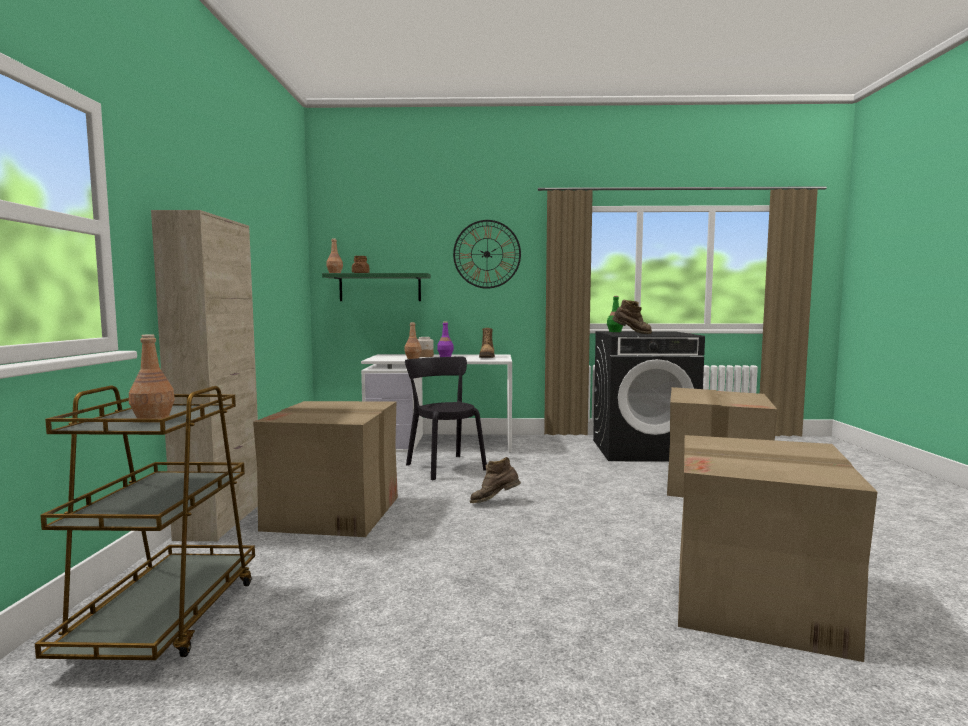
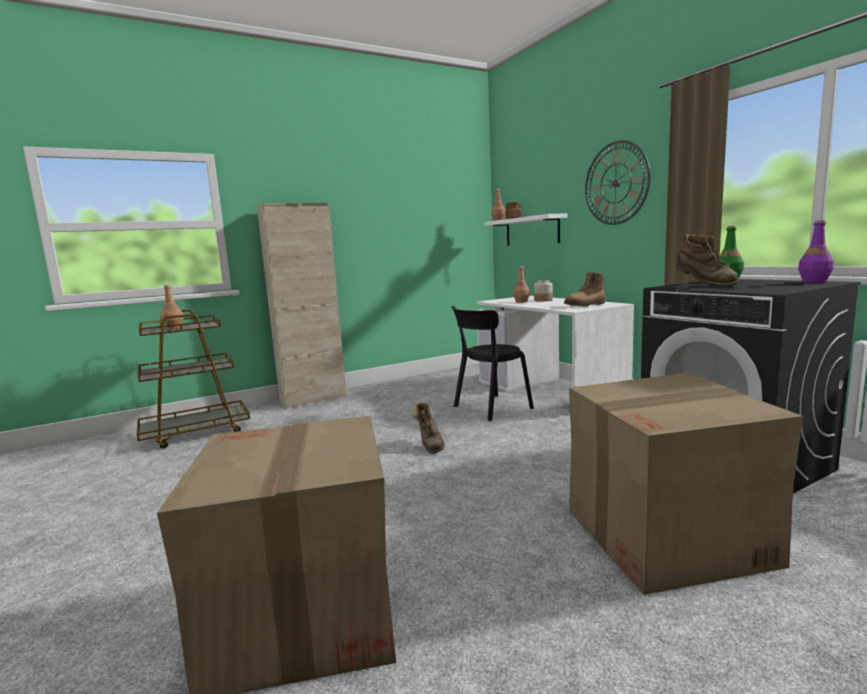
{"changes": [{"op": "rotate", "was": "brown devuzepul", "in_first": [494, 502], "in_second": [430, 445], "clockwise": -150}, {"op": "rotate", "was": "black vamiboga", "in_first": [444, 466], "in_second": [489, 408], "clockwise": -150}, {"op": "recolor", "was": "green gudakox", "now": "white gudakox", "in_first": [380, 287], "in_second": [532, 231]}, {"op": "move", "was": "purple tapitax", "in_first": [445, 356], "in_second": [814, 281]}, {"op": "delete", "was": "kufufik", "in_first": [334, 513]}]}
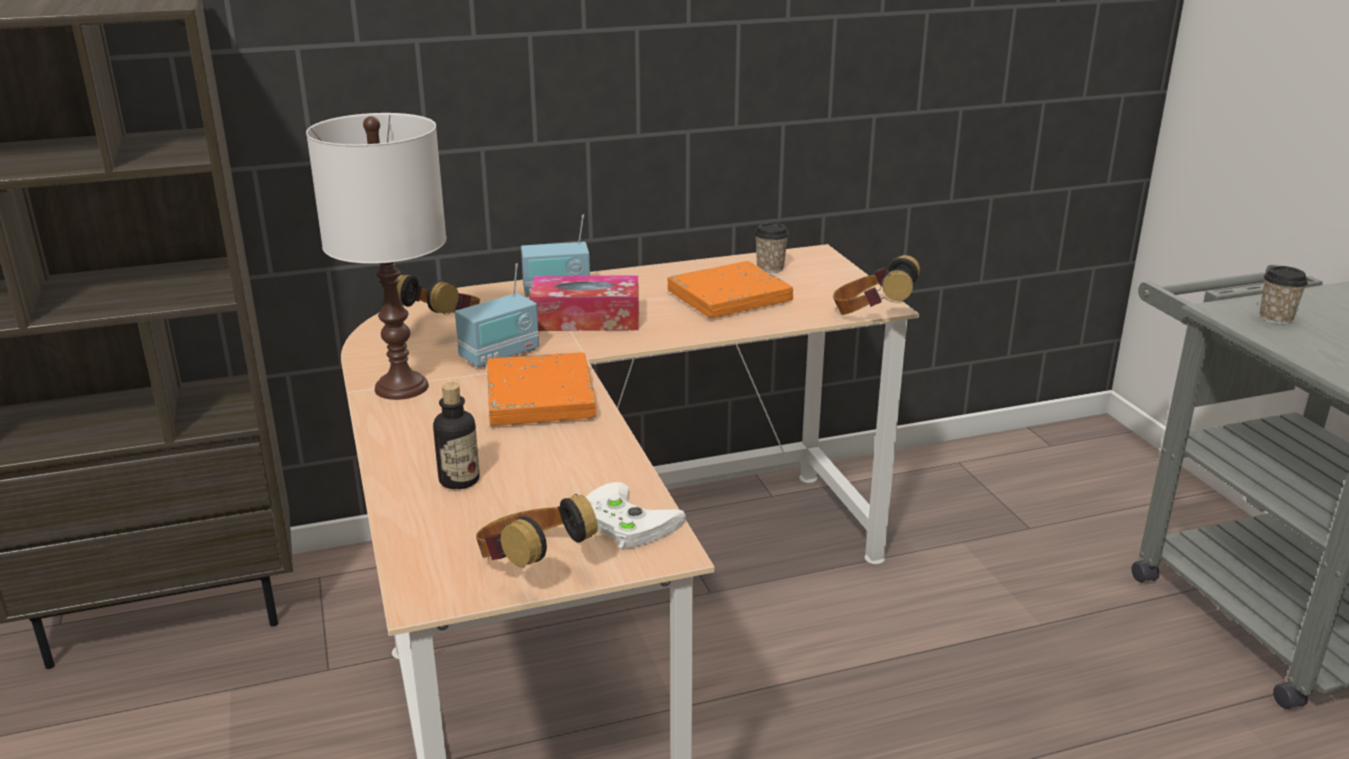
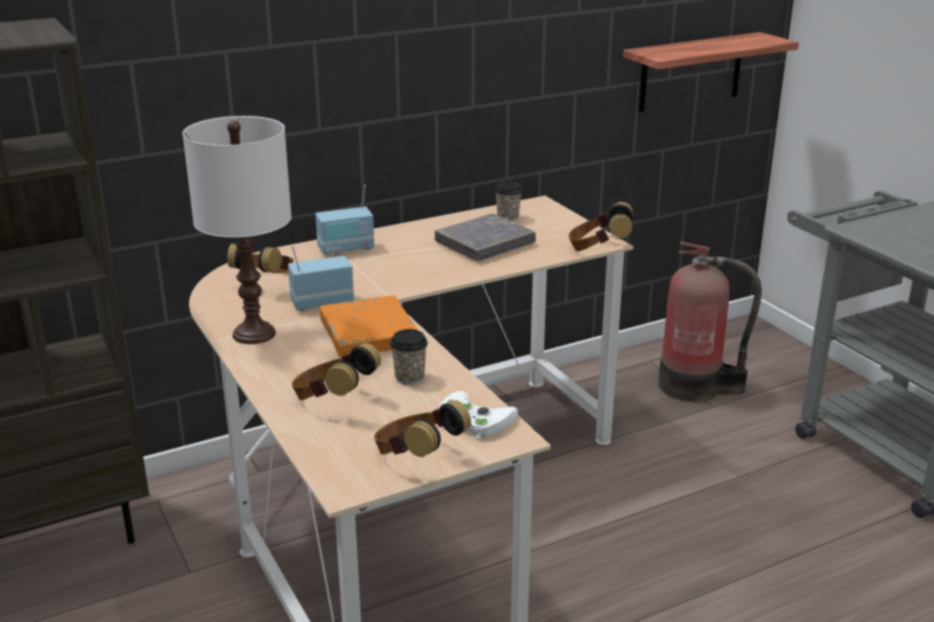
{"changes": [{"op": "rotate", "was": "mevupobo", "in_first": [500, 355], "in_second": [322, 302], "clockwise": -150}, {"op": "replace", "was": "tapitax", "now": "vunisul", "in_first": [459, 480], "in_second": [333, 401]}, {"op": "move", "was": "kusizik", "in_first": [1275, 318], "in_second": [409, 377]}, {"op": "recolor", "was": "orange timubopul", "now": "grey timubopul", "in_first": [729, 297], "in_second": [485, 243]}, {"op": "insert", "now": "gudakox", "in_second": [691, 72]}, {"op": "insert", "now": "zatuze", "in_second": [695, 386]}, {"op": "delete", "was": "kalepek", "in_first": [586, 319]}]}
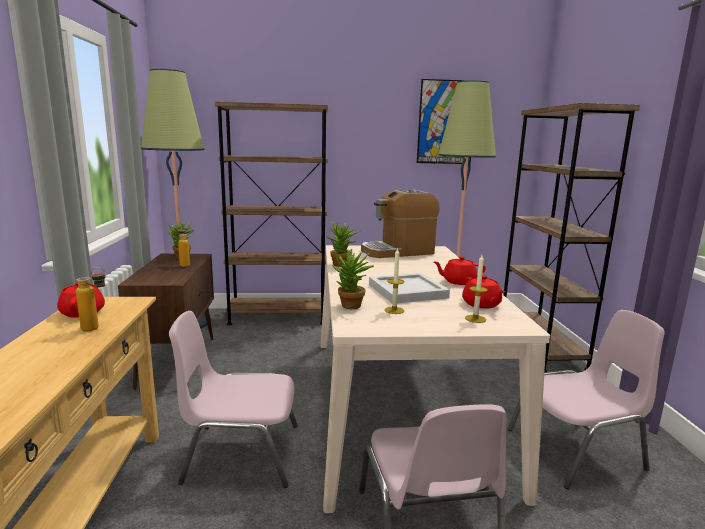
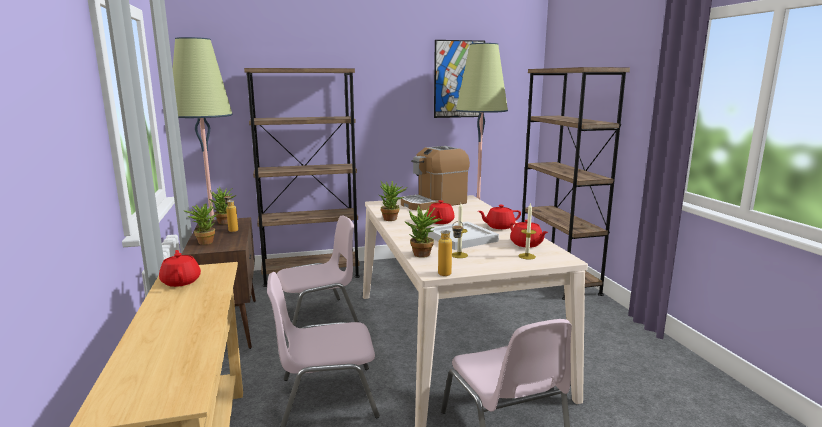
{"changes": [{"op": "insert", "now": "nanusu", "in_second": [204, 241]}, {"op": "move", "was": "pink vamiboga", "in_first": [577, 450], "in_second": [318, 316]}, {"op": "insert", "now": "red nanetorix", "in_second": [440, 222]}, {"op": "move", "was": "tapitax", "in_first": [96, 328], "in_second": [450, 273]}]}
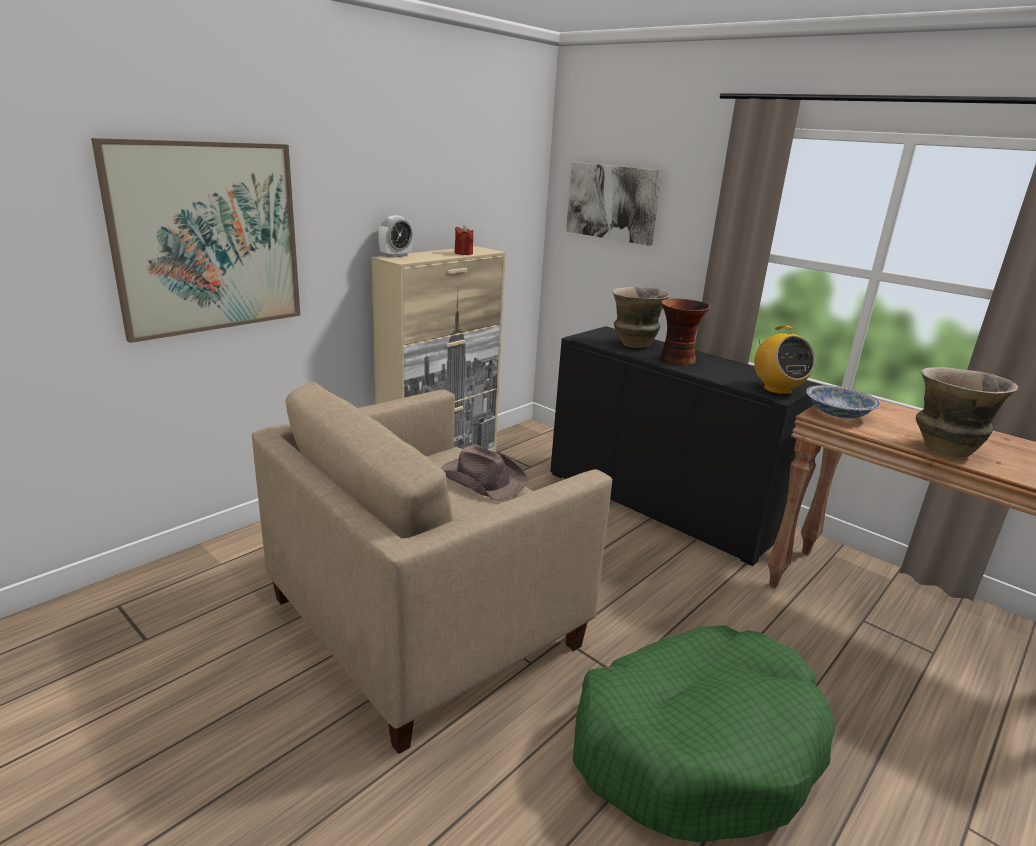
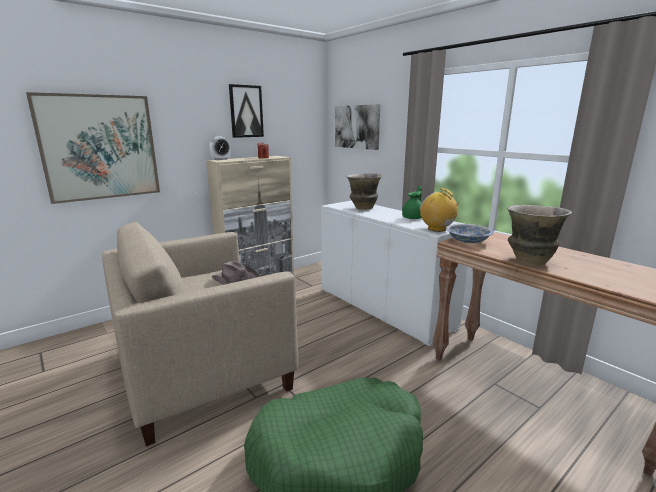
{"changes": [{"op": "insert", "now": "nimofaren", "in_second": [246, 111]}, {"op": "recolor", "was": "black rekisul", "now": "white rekisul", "in_first": [660, 504], "in_second": [383, 308]}, {"op": "insert", "now": "green nanetorix", "in_second": [414, 218]}, {"op": "rotate", "was": "mevupobo", "in_first": [777, 389], "in_second": [437, 229], "clockwise": 150}, {"op": "delete", "was": "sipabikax", "in_first": [676, 360]}]}
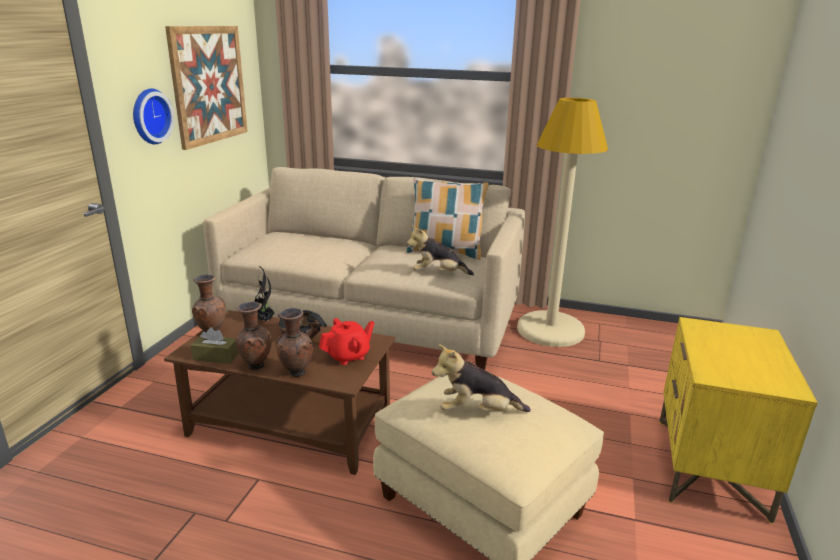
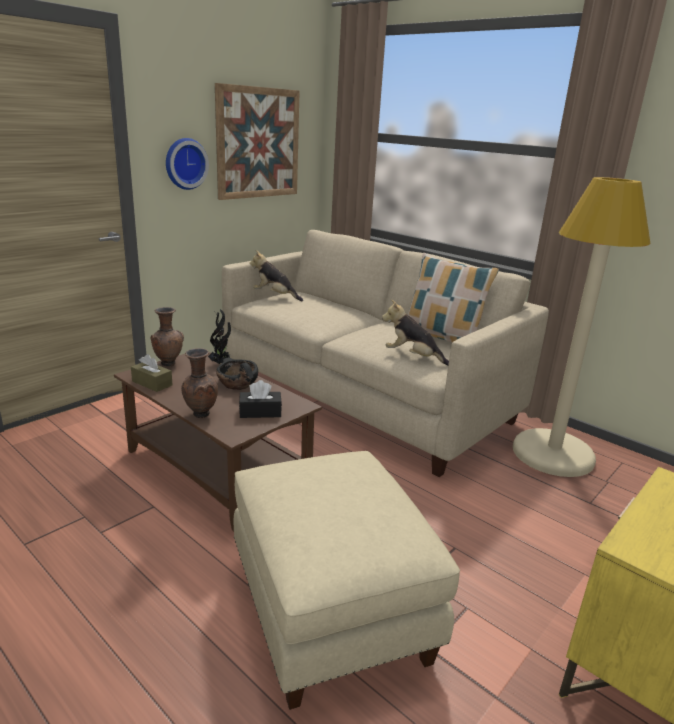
{"changes": [{"op": "replace", "was": "red nanetorix", "now": "black kalepek", "in_first": [348, 356], "in_second": [260, 412]}, {"op": "move", "was": "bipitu", "in_first": [477, 412], "in_second": [275, 296]}, {"op": "delete", "was": "brown sipabikax", "in_first": [255, 365]}]}
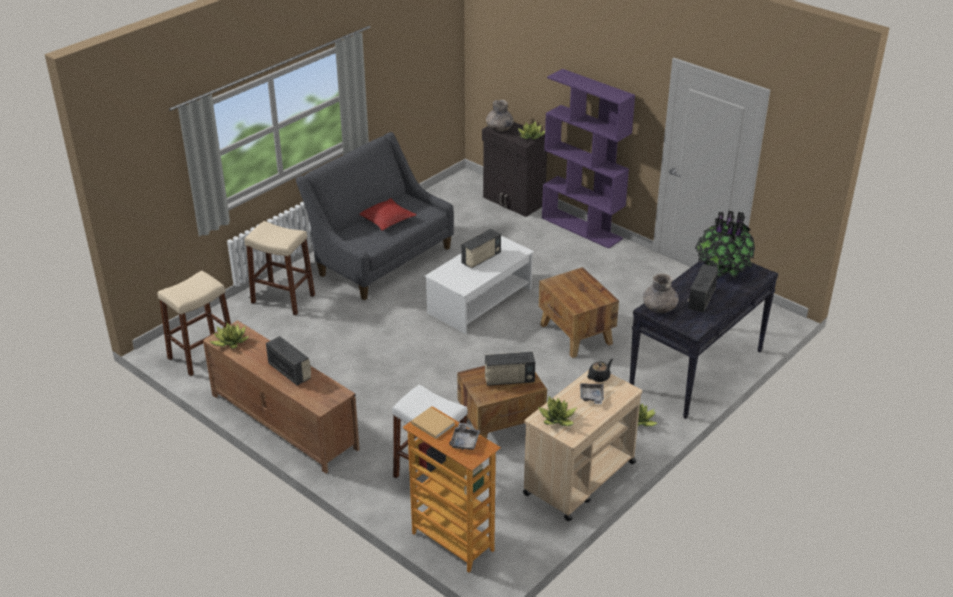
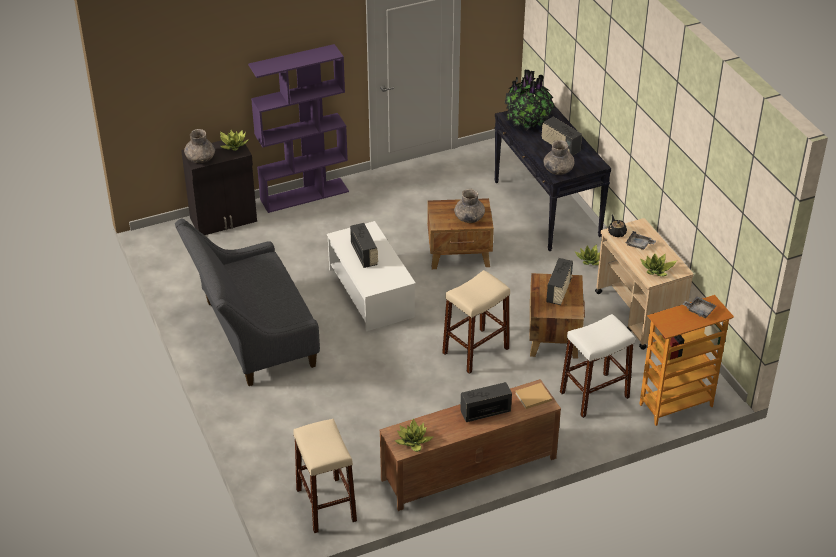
{"changes": [{"op": "move", "was": "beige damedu", "in_first": [283, 299], "in_second": [475, 351]}, {"op": "insert", "now": "grey sipabikax", "in_second": [469, 218]}, {"op": "move", "was": "beige timubopul", "in_first": [432, 423], "in_second": [532, 397]}, {"op": "delete", "was": "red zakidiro", "in_first": [386, 219]}]}
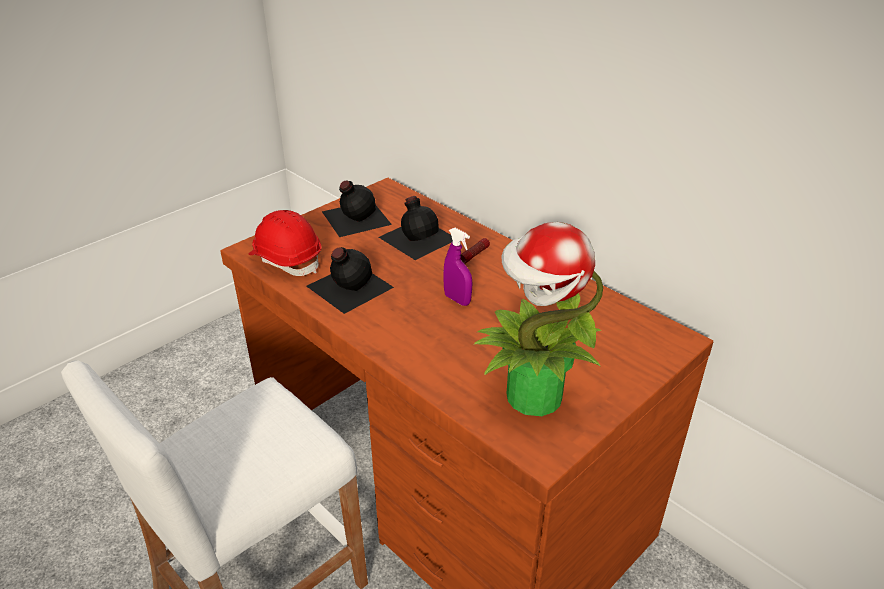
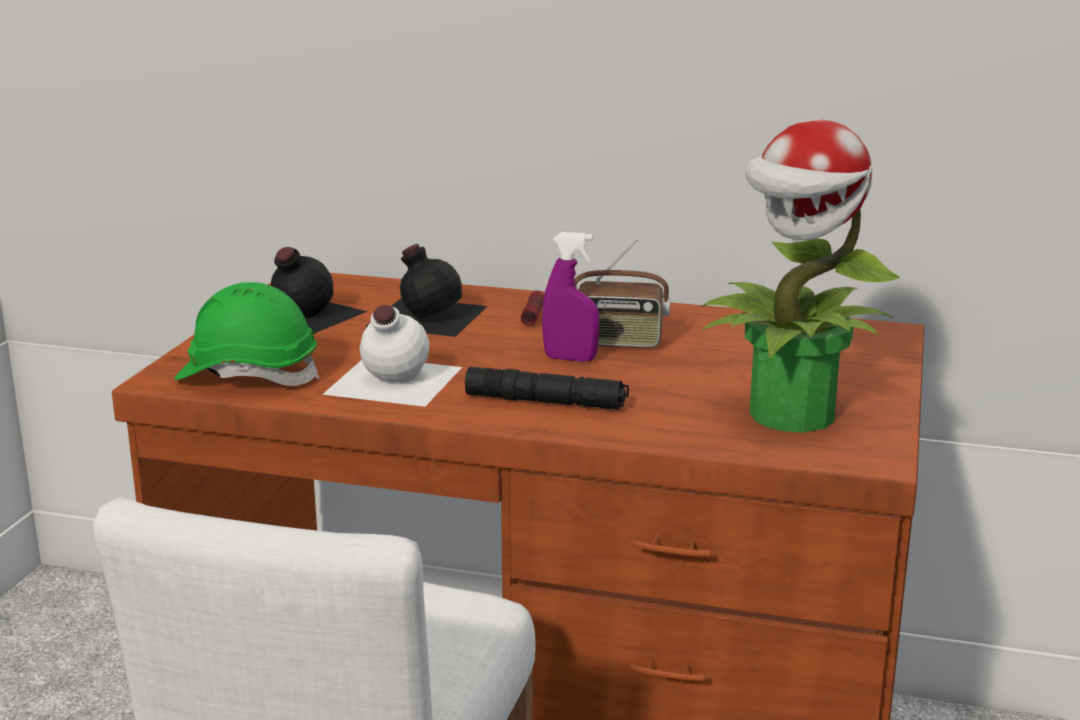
{"changes": [{"op": "recolor", "was": "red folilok", "now": "green folilok", "in_first": [286, 259], "in_second": [248, 376]}, {"op": "recolor", "was": "black tapitax", "now": "white tapitax", "in_first": [348, 286], "in_second": [391, 380]}, {"op": "insert", "now": "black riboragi", "in_second": [546, 402]}, {"op": "insert", "now": "mevupobo", "in_second": [618, 342]}]}
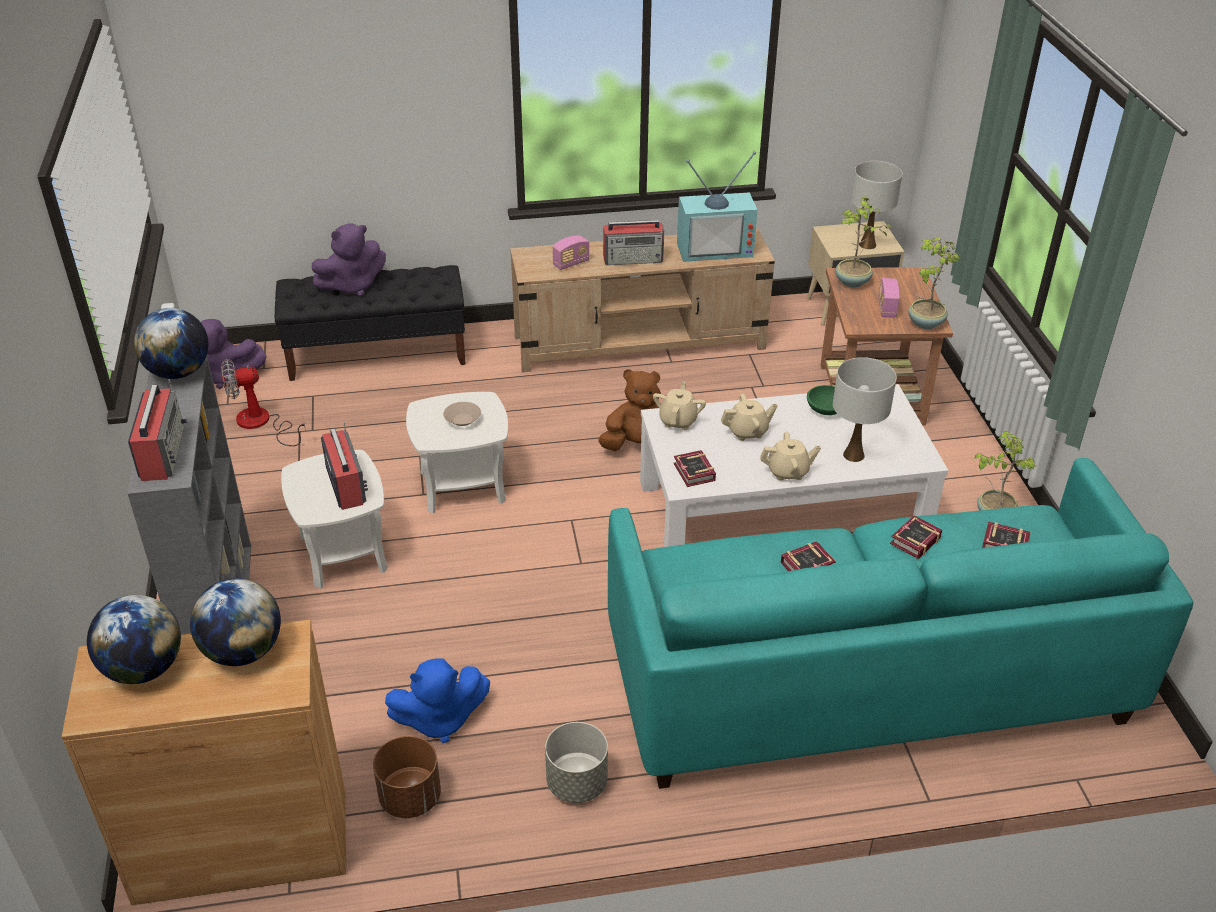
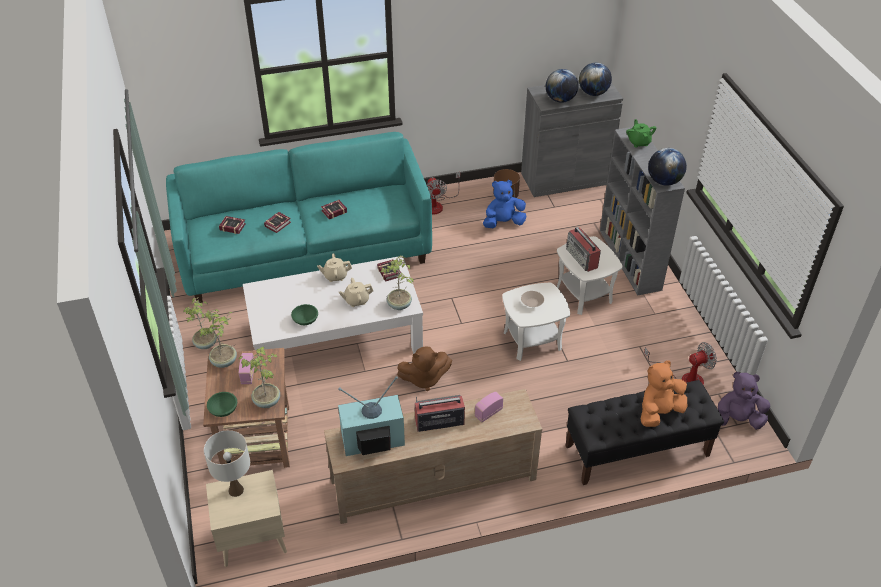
{"changes": [{"op": "insert", "now": "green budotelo", "in_second": [223, 409]}, {"op": "replace", "was": "beige nanetorix", "now": "nanusu", "in_first": [678, 420], "in_second": [399, 305]}, {"op": "replace", "was": "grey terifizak", "now": "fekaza", "in_first": [576, 783], "in_second": [438, 204]}, {"op": "recolor", "was": "brown rekisul", "now": "grey rekisul", "in_first": [242, 845], "in_second": [565, 178]}, {"op": "replace", "was": "mevupobo", "now": "green nanetorix", "in_first": [162, 452], "in_second": [639, 142]}, {"op": "recolor", "was": "purple bipitu", "now": "orange bipitu", "in_first": [352, 286], "in_second": [659, 412]}, {"op": "delete", "was": "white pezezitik", "in_first": [853, 455]}]}
